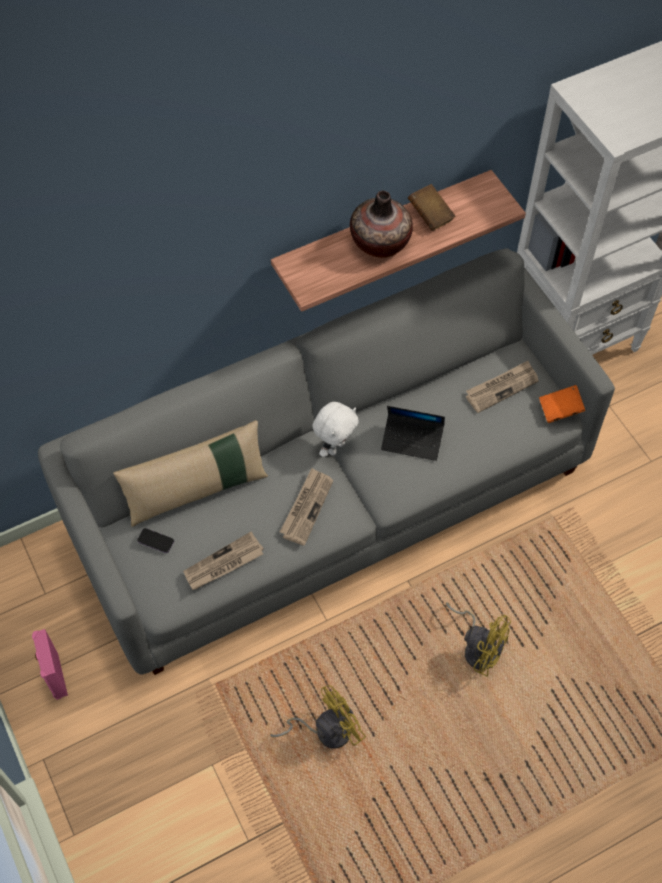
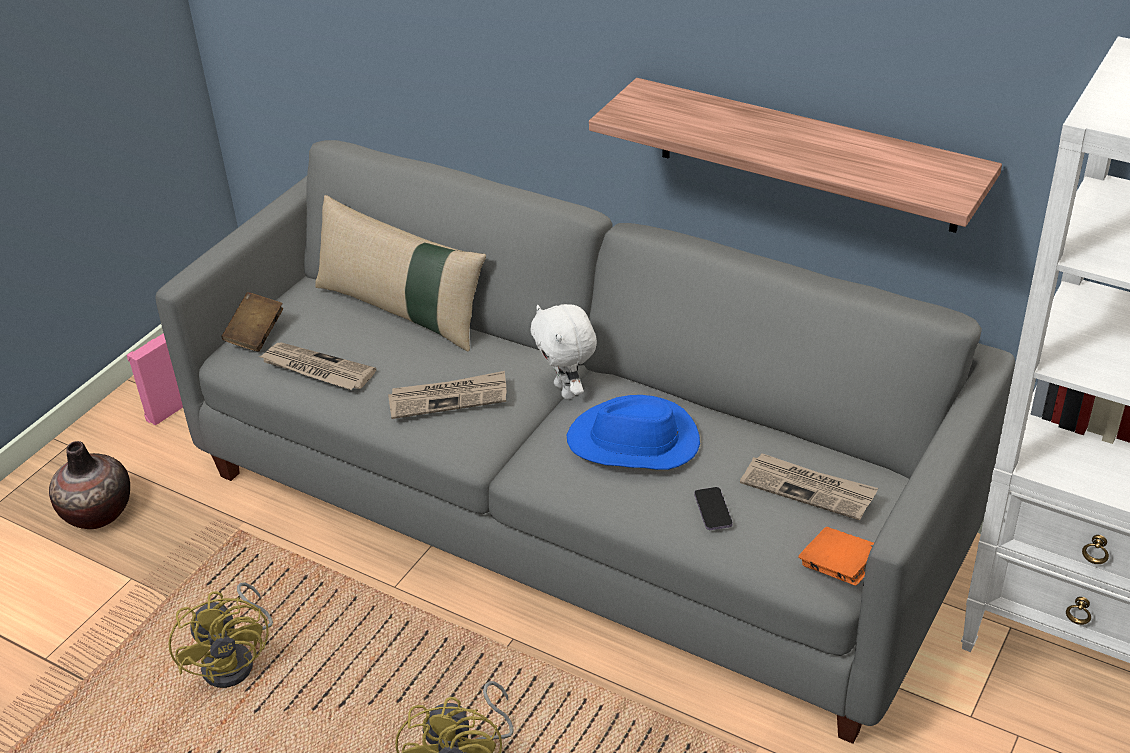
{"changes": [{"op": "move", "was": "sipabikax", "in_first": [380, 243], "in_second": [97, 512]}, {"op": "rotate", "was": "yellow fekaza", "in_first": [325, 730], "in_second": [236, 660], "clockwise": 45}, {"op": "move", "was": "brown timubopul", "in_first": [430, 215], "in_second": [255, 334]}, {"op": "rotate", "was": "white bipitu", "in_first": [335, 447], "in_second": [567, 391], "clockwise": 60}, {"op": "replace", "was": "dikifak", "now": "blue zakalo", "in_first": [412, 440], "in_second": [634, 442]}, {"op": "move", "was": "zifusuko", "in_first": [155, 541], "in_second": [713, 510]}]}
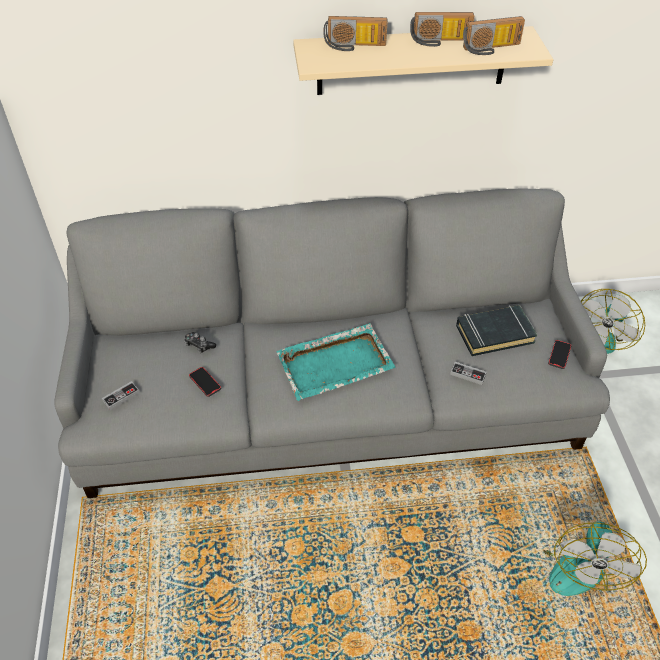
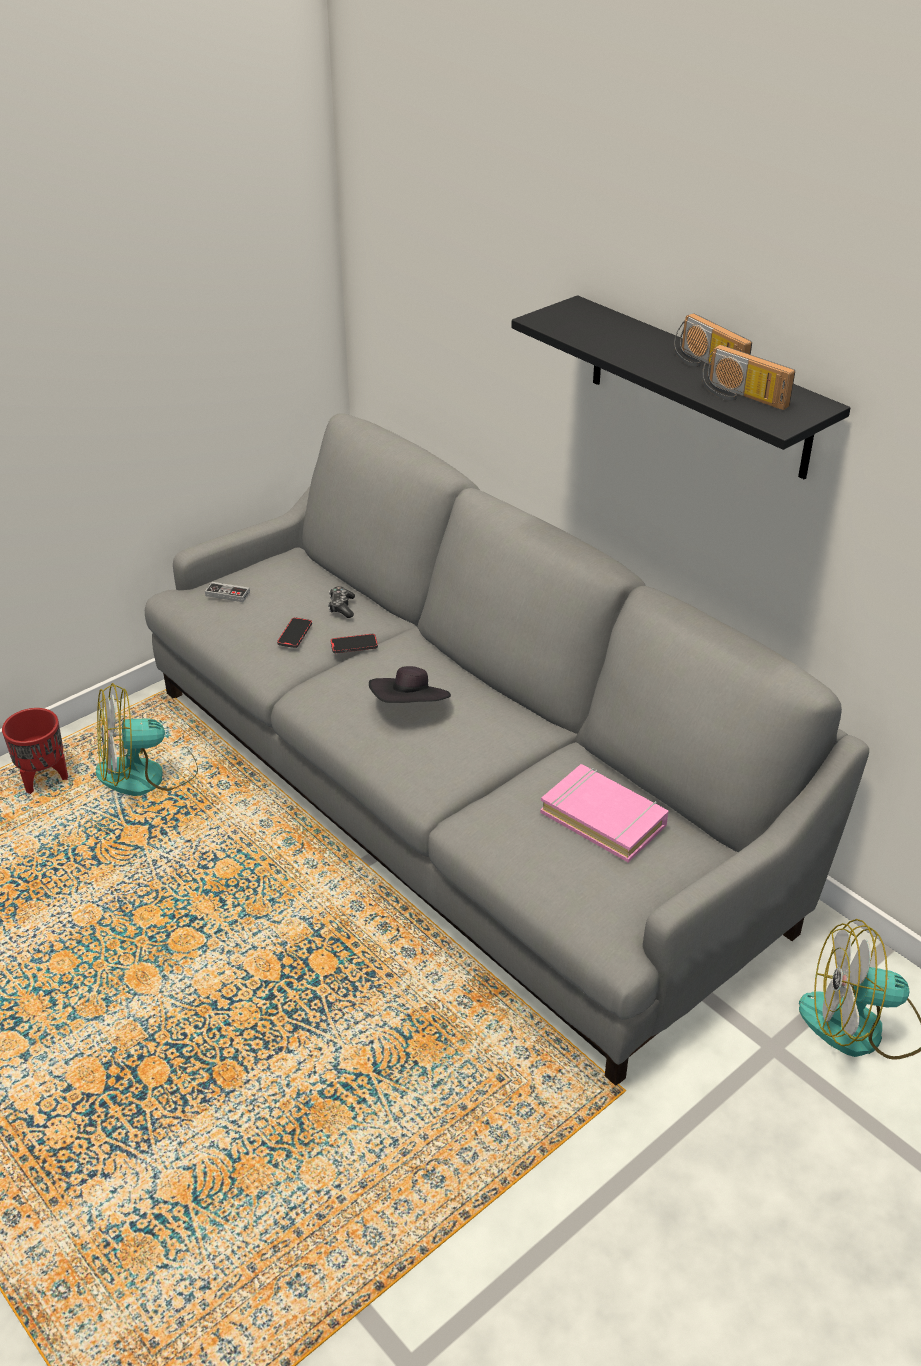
{"changes": [{"op": "insert", "now": "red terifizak", "in_second": [43, 780]}, {"op": "move", "was": "fekaza", "in_first": [576, 561], "in_second": [147, 774]}, {"op": "move", "was": "zifusuko", "in_first": [559, 355], "in_second": [354, 645]}, {"op": "replace", "was": "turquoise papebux", "now": "black zakalo", "in_first": [336, 363], "in_second": [410, 707]}, {"op": "recolor", "was": "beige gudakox", "now": "black gudakox", "in_first": [412, 61], "in_second": [698, 387]}, {"op": "recolor", "was": "black timubopul", "now": "pink timubopul", "in_first": [494, 333], "in_second": [604, 818]}, {"op": "delete", "was": "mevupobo", "in_first": [354, 46]}, {"op": "delete", "was": "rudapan", "in_first": [468, 374]}]}
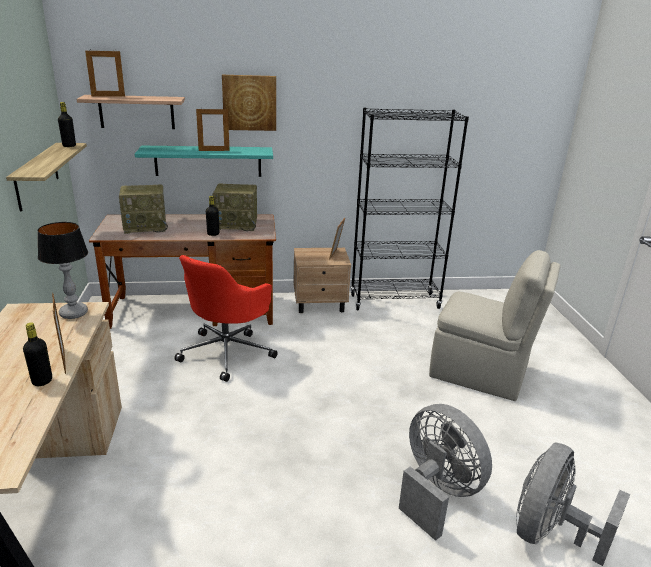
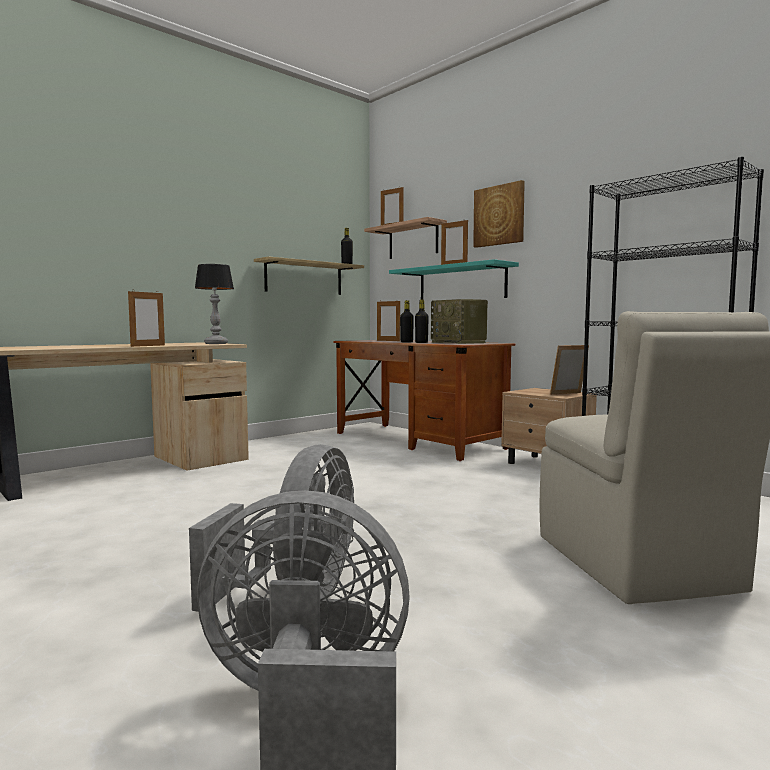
{"changes": [{"op": "replace", "was": "mevupobo", "now": "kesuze", "in_first": [146, 226], "in_second": [388, 340]}, {"op": "move", "was": "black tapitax", "in_first": [42, 381], "in_second": [406, 342]}, {"op": "delete", "was": "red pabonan", "in_first": [227, 352]}]}
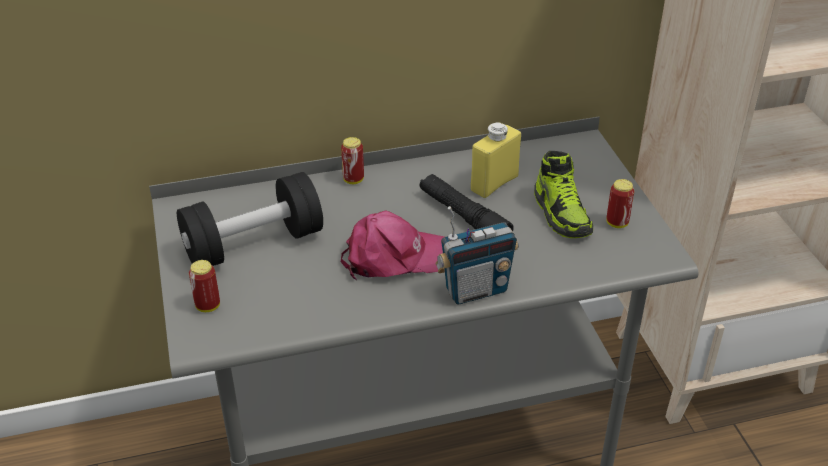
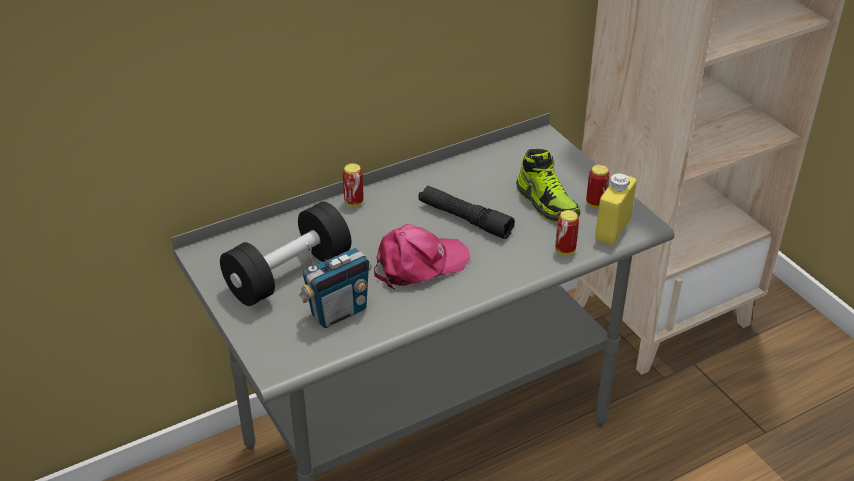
{"changes": [{"op": "move", "was": "mevupobo", "in_first": [475, 290], "in_second": [338, 312]}, {"op": "move", "was": "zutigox", "in_first": [208, 306], "in_second": [565, 250]}, {"op": "move", "was": "yellow tapitax", "in_first": [494, 183], "in_second": [613, 229]}]}
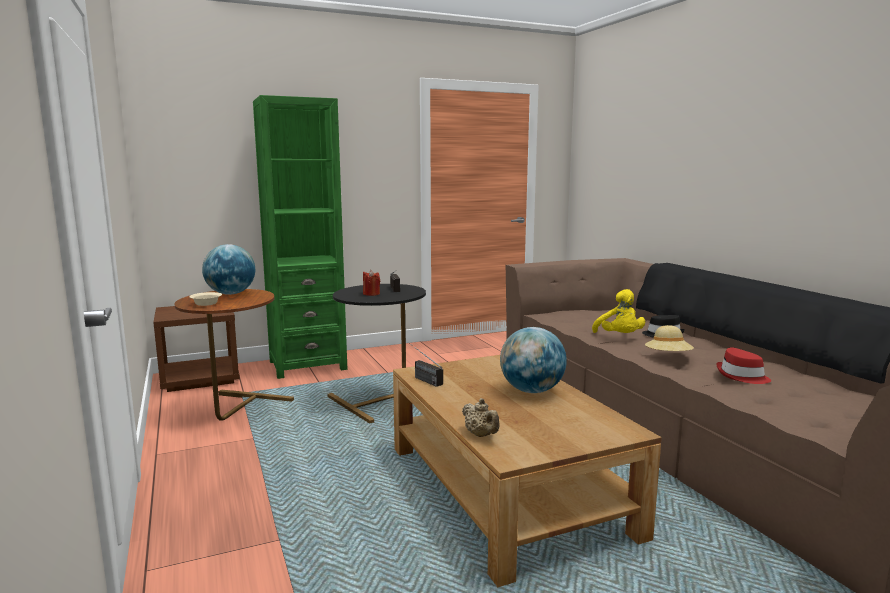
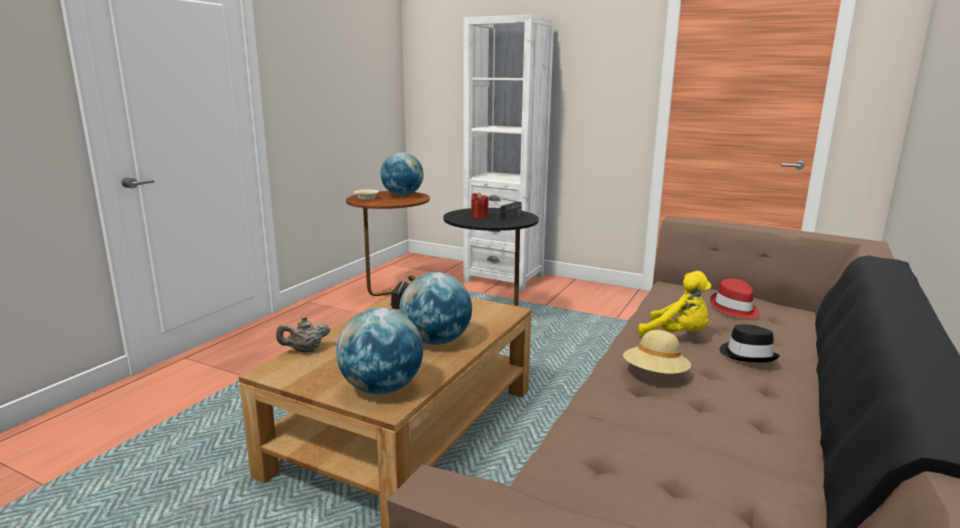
{"changes": [{"op": "rotate", "was": "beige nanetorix", "in_first": [481, 435], "in_second": [305, 350], "clockwise": 45}, {"op": "insert", "now": "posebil", "in_second": [381, 388]}, {"op": "recolor", "was": "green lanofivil", "now": "white lanofivil", "in_first": [307, 365], "in_second": [504, 278]}, {"op": "rotate", "was": "yellow bipitu", "in_first": [619, 337], "in_second": [677, 335], "clockwise": -90}, {"op": "move", "was": "red zakalo", "in_first": [742, 376], "in_second": [734, 308]}, {"op": "delete", "was": "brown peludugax", "in_first": [201, 378]}]}
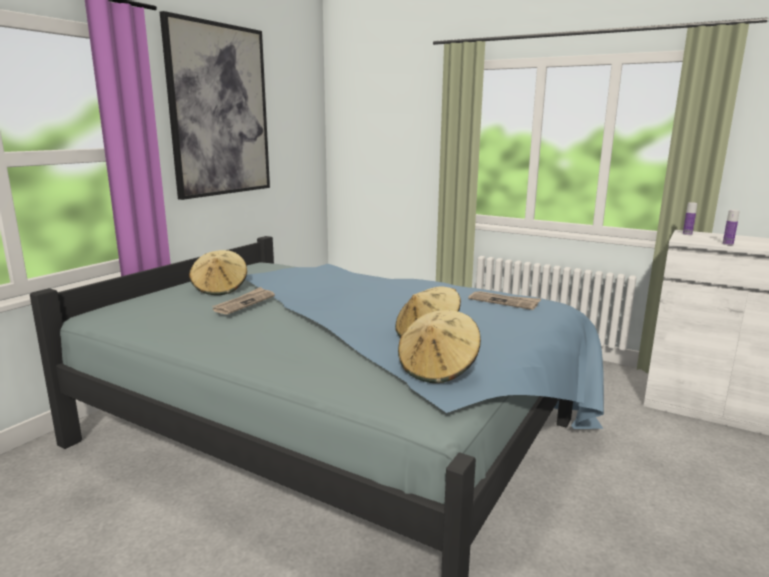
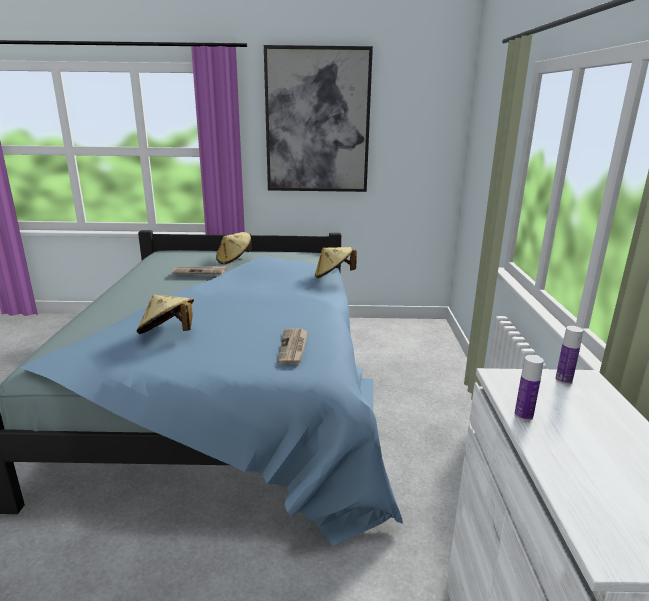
{"changes": [{"op": "move", "was": "beige zakalo", "in_first": [438, 369], "in_second": [333, 276]}]}
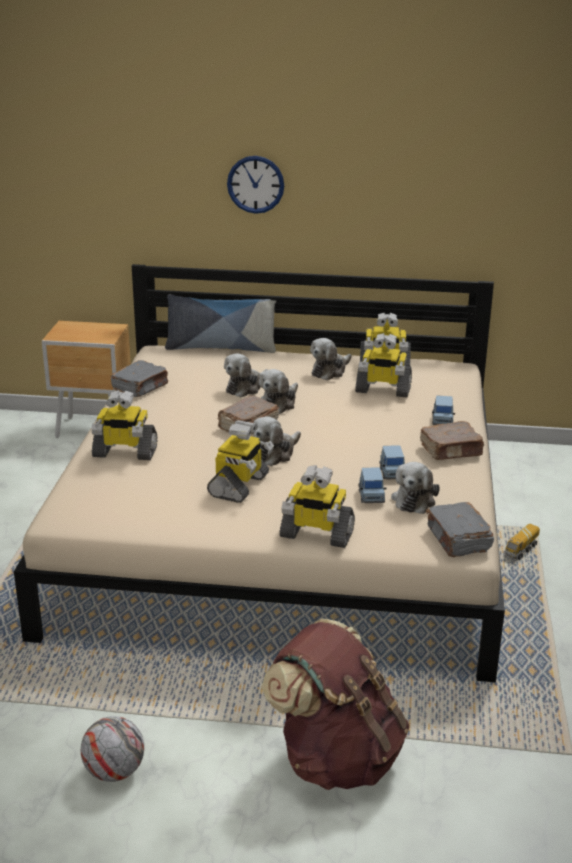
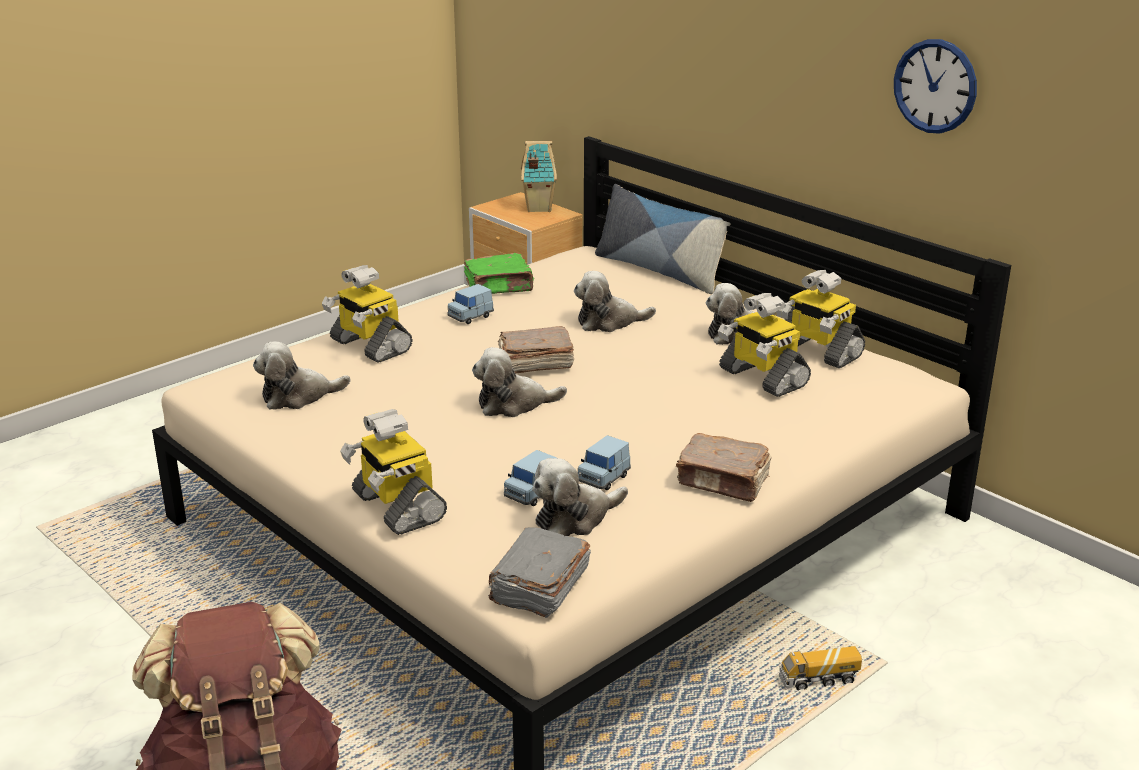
{"changes": [{"op": "move", "was": "bipitu", "in_first": [279, 403], "in_second": [298, 396]}, {"op": "move", "was": "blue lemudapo", "in_first": [442, 421], "in_second": [470, 316]}, {"op": "recolor", "was": "grey timubopul", "now": "green timubopul", "in_first": [141, 388], "in_second": [500, 287]}, {"op": "insert", "now": "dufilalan", "in_second": [538, 208]}, {"op": "move", "was": "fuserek", "in_first": [255, 184], "in_second": [935, 86]}, {"op": "delete", "was": "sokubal", "in_first": [114, 771]}, {"op": "delete", "was": "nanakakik", "in_first": [239, 486]}]}
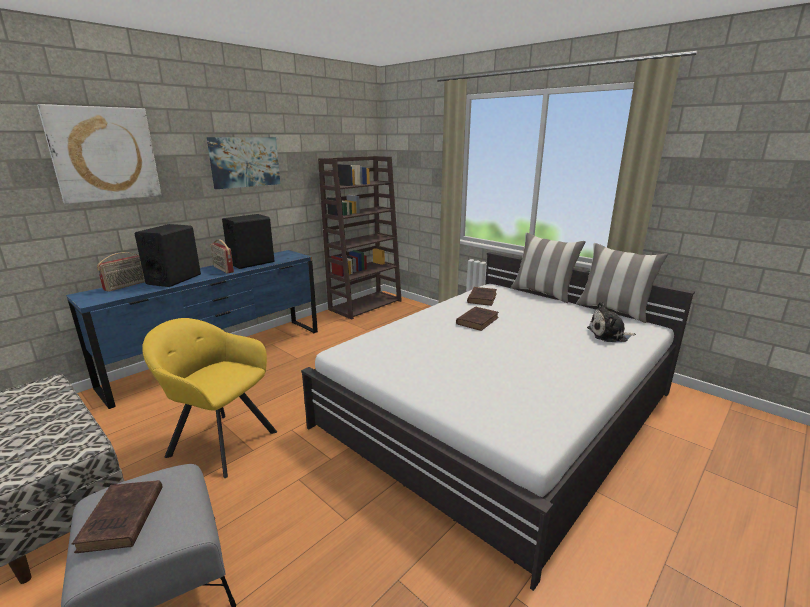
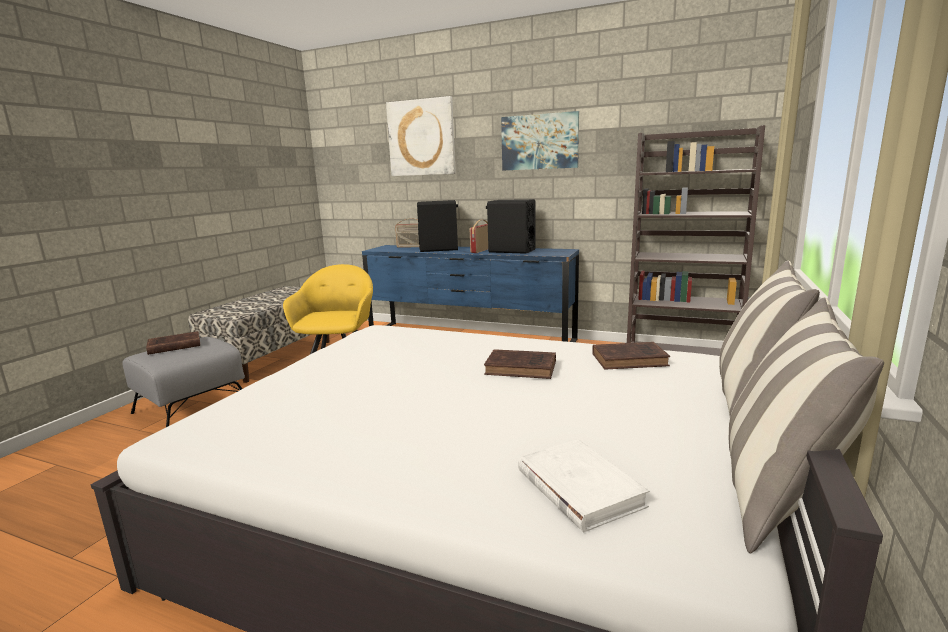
{"changes": [{"op": "replace", "was": "bipitu", "now": "white timubopul", "in_first": [609, 335], "in_second": [579, 488]}]}
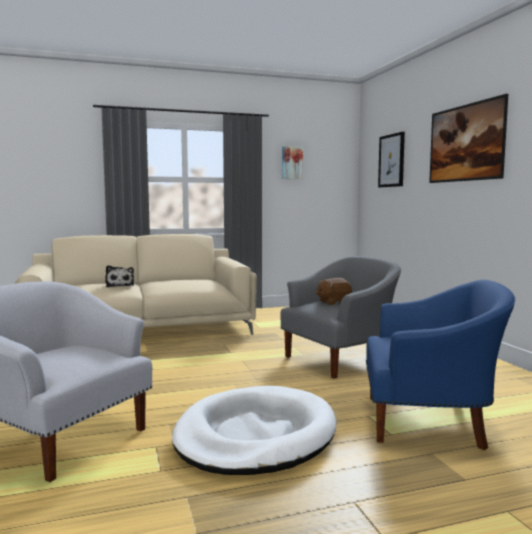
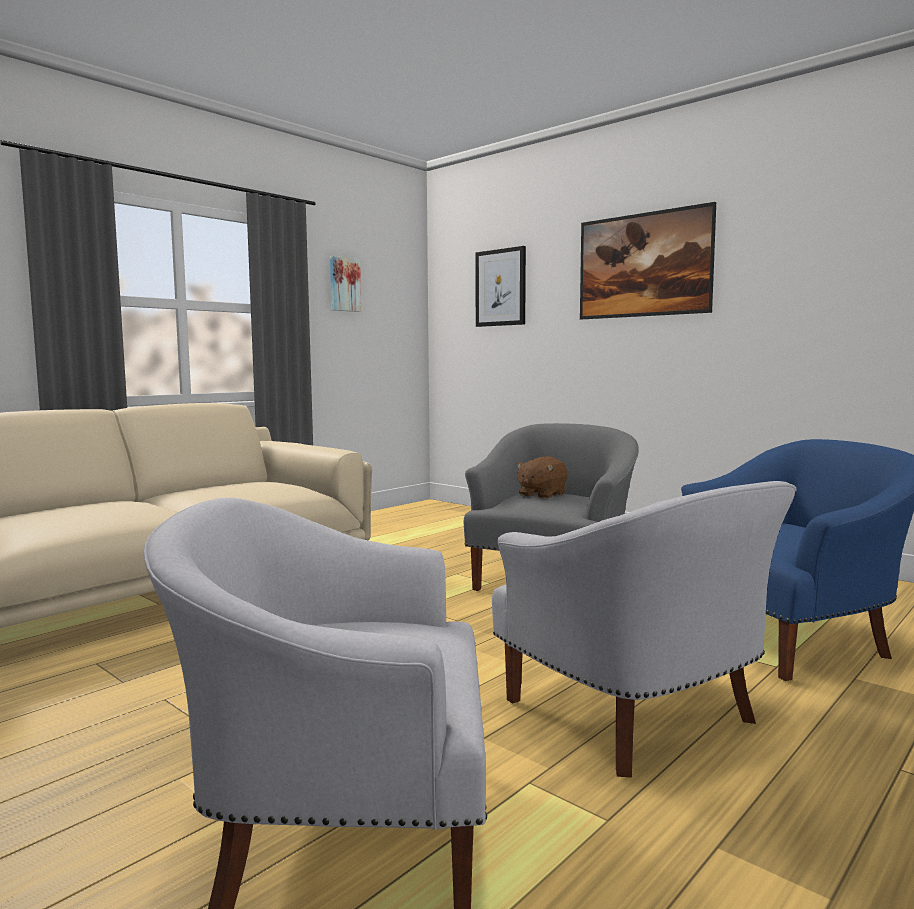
{"changes": [{"op": "replace", "was": "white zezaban", "now": "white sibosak", "in_first": [255, 436], "in_second": [637, 717]}, {"op": "delete", "was": "bipitu", "in_first": [120, 285]}]}
